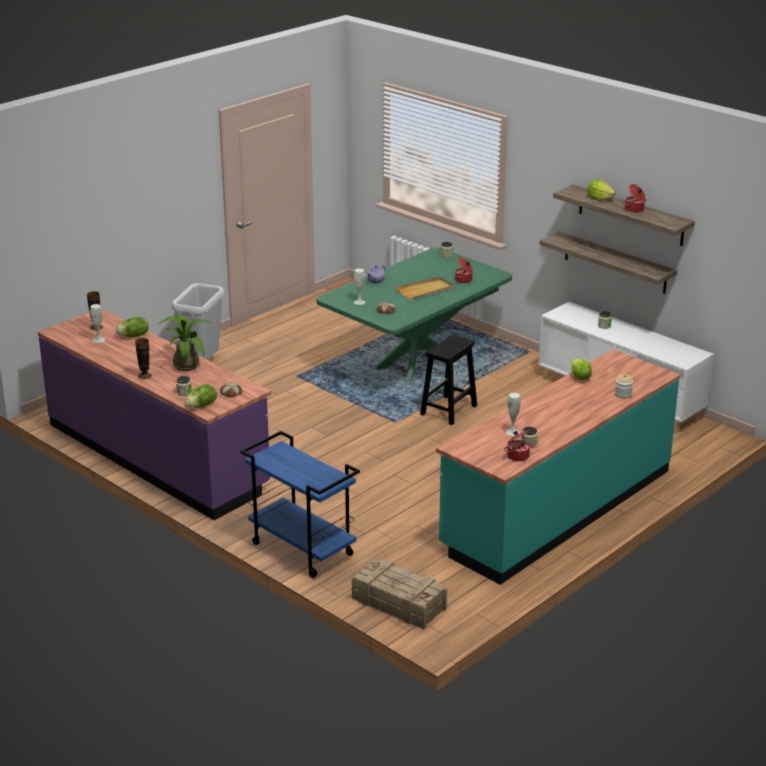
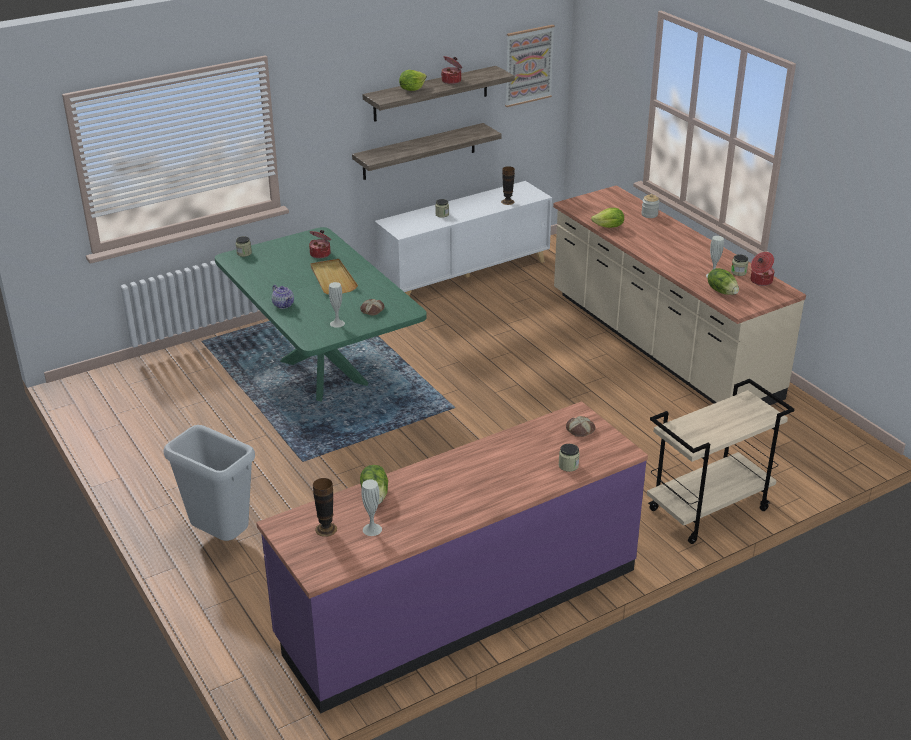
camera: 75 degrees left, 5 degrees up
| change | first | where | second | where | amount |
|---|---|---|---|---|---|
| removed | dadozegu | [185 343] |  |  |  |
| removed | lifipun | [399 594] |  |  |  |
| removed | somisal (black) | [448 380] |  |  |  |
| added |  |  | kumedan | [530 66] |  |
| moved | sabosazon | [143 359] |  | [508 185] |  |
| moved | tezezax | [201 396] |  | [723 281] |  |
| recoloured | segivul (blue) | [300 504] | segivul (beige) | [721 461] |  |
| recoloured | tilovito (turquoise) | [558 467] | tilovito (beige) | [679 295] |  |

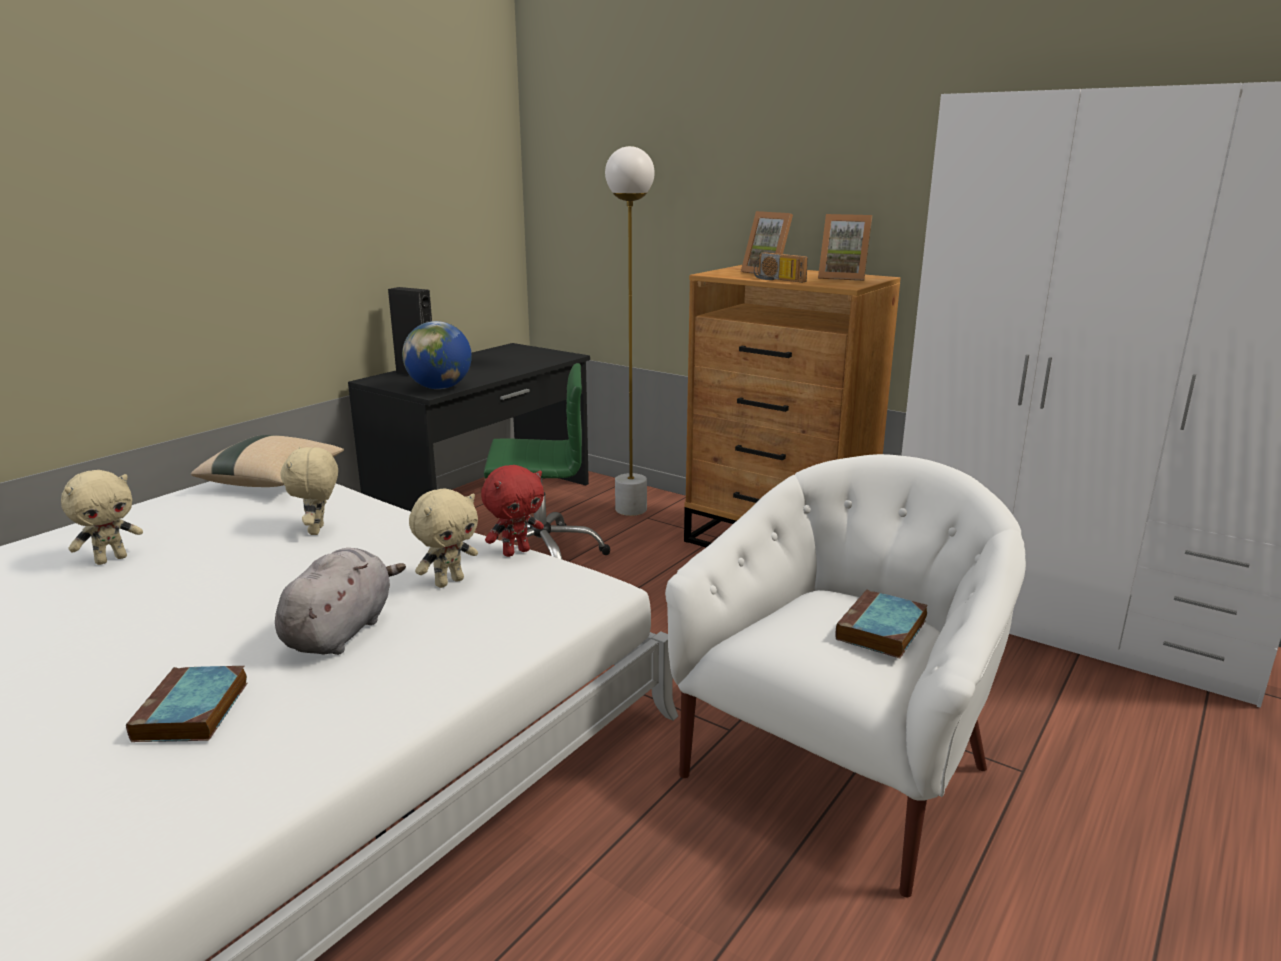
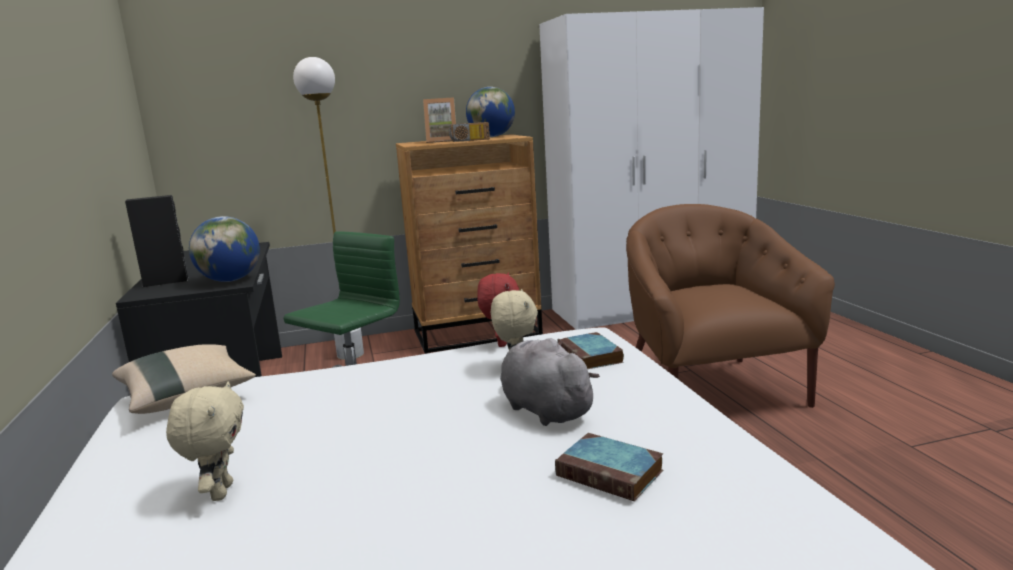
camera: 50 degrees left, 5 degrees down
| change | first | where | second | where | amount |
|---|---|---|---|---|---|
| removed | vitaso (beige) | [309 490] |  |  |  |
| moved | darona | [882 624] |  | [590 350] |  |
| replaced | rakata | [845 247] | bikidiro | [490 112] |  |
| recoloured | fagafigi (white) | [845 675] | fagafigi (brown) | [730 306] |  |

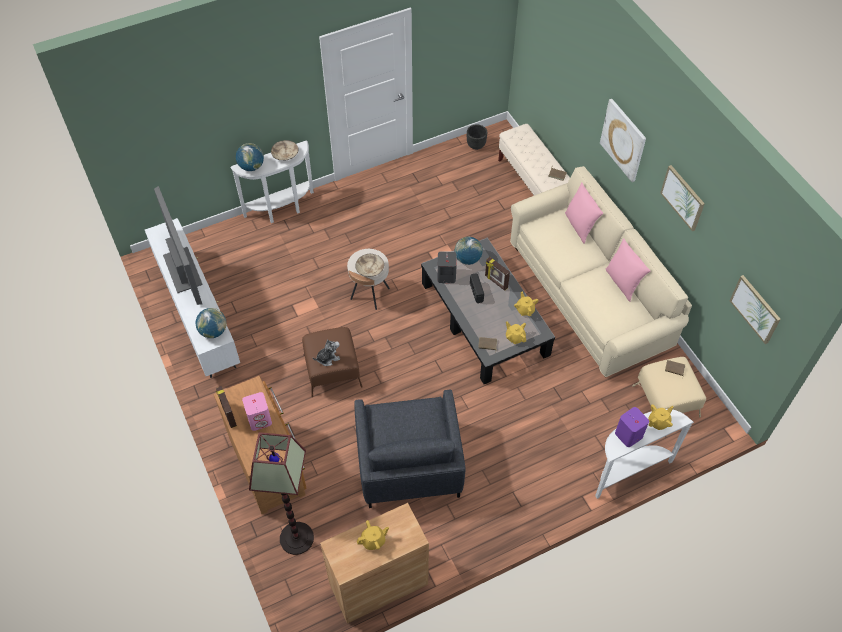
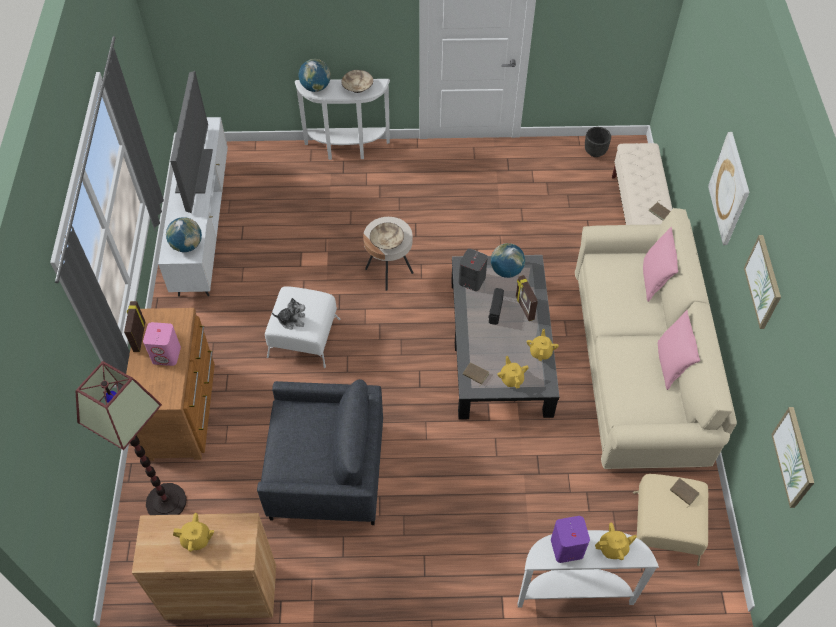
camera: 25 degrees right, 0 degrees up
| change | first | where | second | where | amount |
|---|---|---|---|---|---|
| recoloured | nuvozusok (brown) | [332 362] | nuvozusok (white) | [302 327] |  |
| turned | fagafigi (grey) | [409 449] |  | [320 452] | 105 degrees counterclockwise |

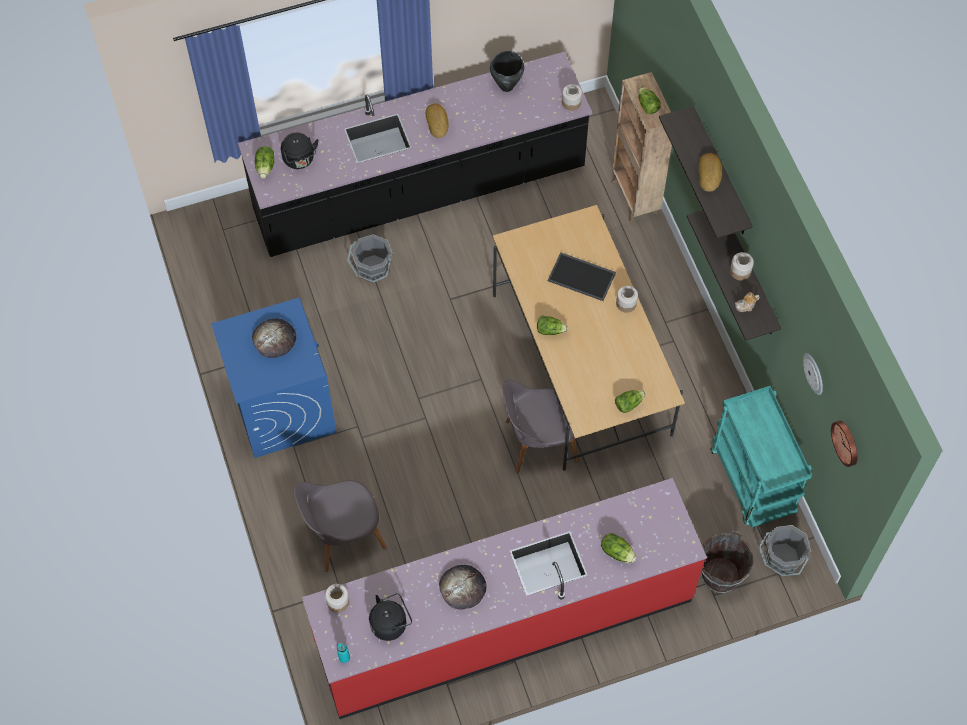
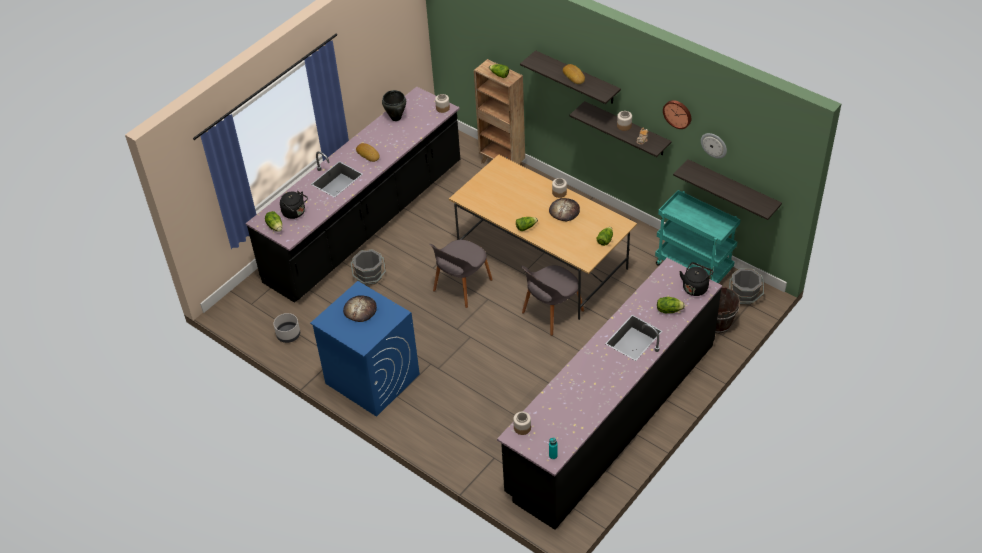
camera: 30 degrees left, 15 degrees down
| change | first | where | second | where | amount |
|---|---|---|---|---|---|
| removed | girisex | [582 276] |  |  |  |
| added |  |  | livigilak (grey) | [286 328] |  |
| added |  |  | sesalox | [727 189] |  |
| moved | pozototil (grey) | [340 526] |  | [461 274] |  |
| moved | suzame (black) | [390 617] |  | [696 279] |  |
| moved | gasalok | [462 587] |  | [564 209] |  |
| moved | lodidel | [844 444] |  | [677 114] |  |
| recoloured | tilovito (red) | [504 598] | tilovito (black) | [609 394] |  |

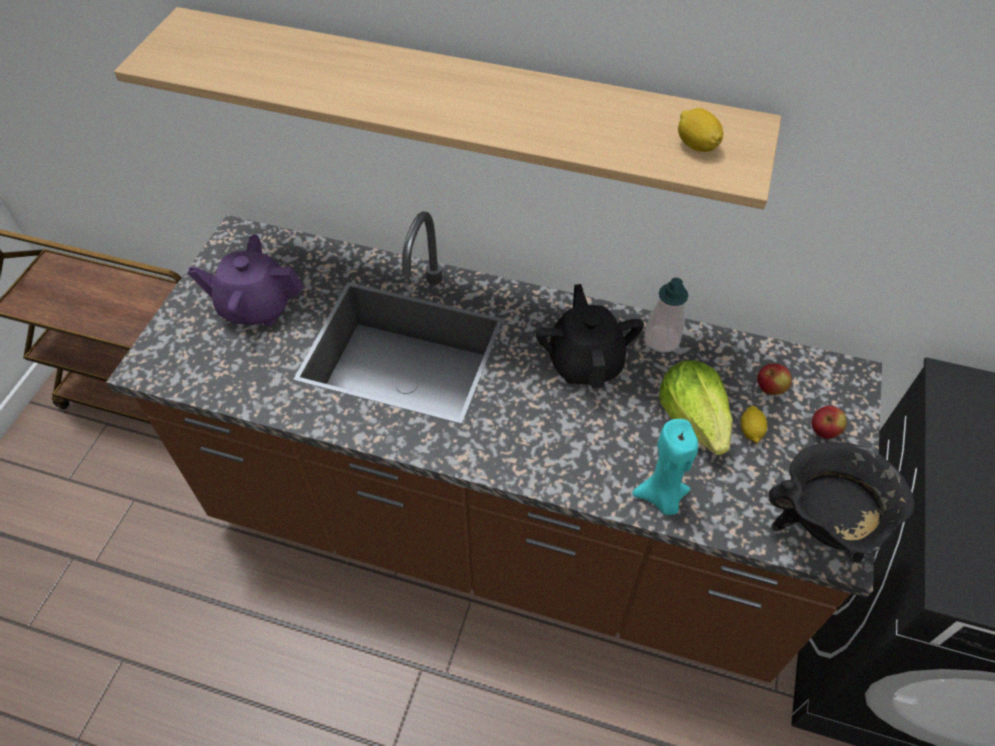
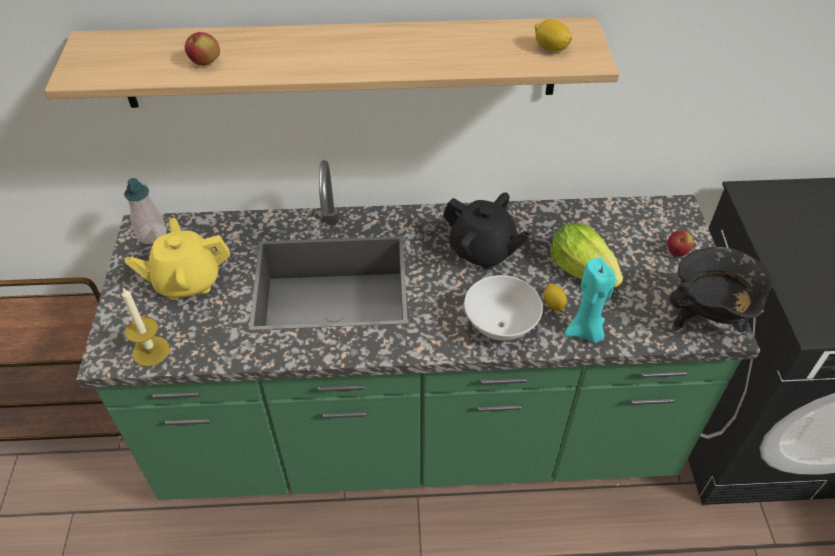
camera: 20 degrees left, 5 degrees down
| change | first | where | second | where | amount |
|---|---|---|---|---|---|
| added |  |  | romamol | [146 327] |  |
| added |  |  | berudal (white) | [503 308] |  |
| moved | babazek | [666 315] |  | [145 211] |  |
| moved | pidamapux | [754 424] |  | [555 297] |  |
| moved | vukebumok | [774 379] |  | [202 49] |  |
| recoloured | tilovito (brown) | [494 447] | tilovito (green) | [418 330] |  |
| recoloured | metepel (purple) | [245 280] | metepel (yellow) | [177 259] |  |
| turned | metepel (black) | [590 336] |  | [487 231] | 150 degrees clockwise |

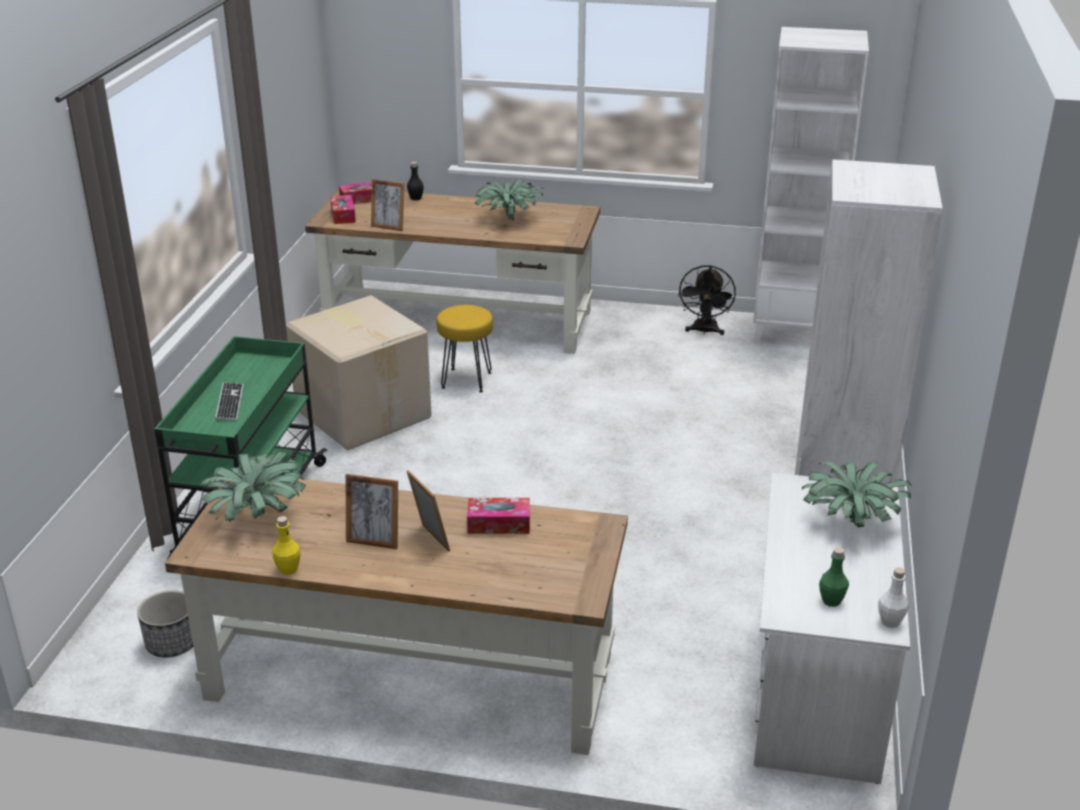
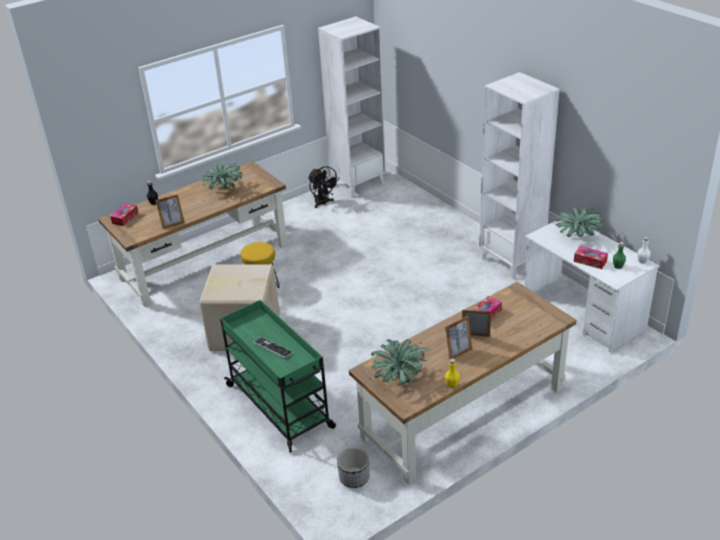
camera: 45 degrees left, 5 degrees up
| change | first | where | second | where | amount |
|---|---|---|---|---|---|
| moved | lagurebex | [343 209] |  | [591 257] |  |

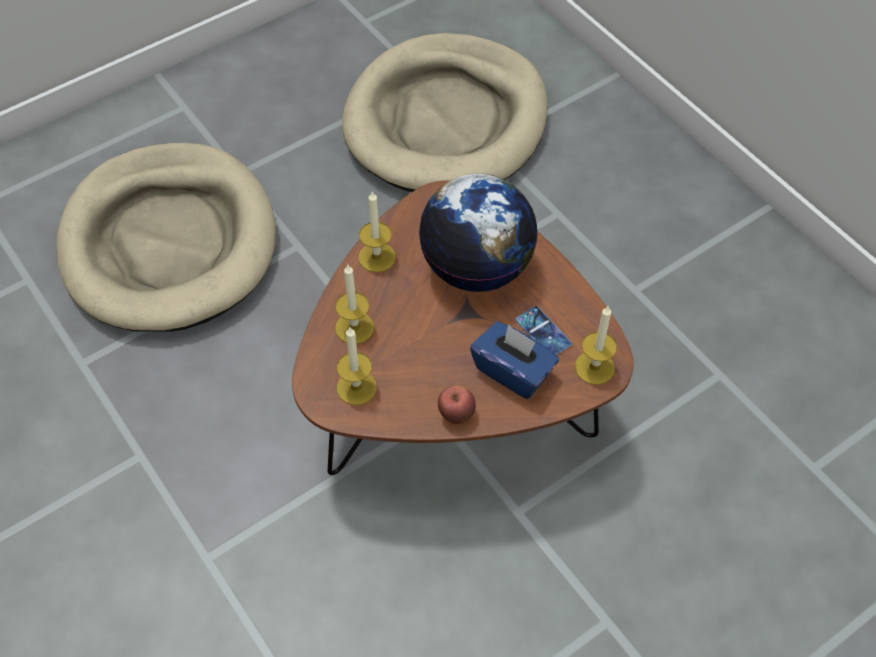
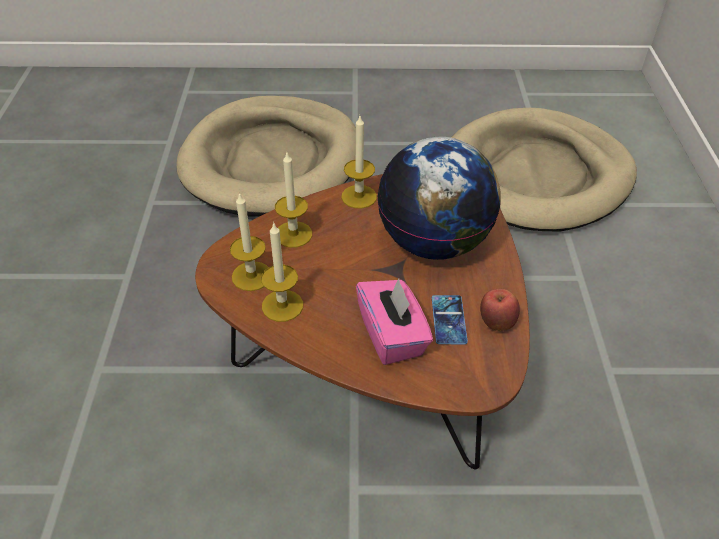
camera: 35 degrees right, 10 degrees down
| change | first | where | second | where | amount |
|---|---|---|---|---|---|
| moved | vukebumok | [457 404] |  | [500 310] |  |
| moved | romamol | [596 345] |  | [282 272] |  |
| recoloured | lagurebex (blue) | [514 360] | lagurebex (pink) | [394 321] |  |

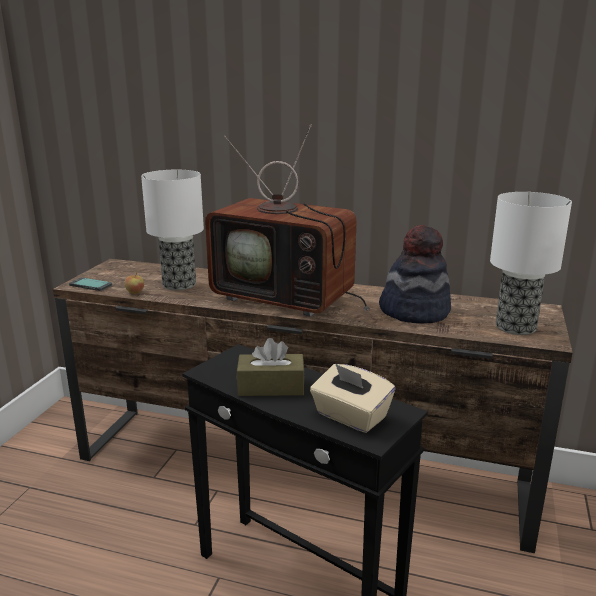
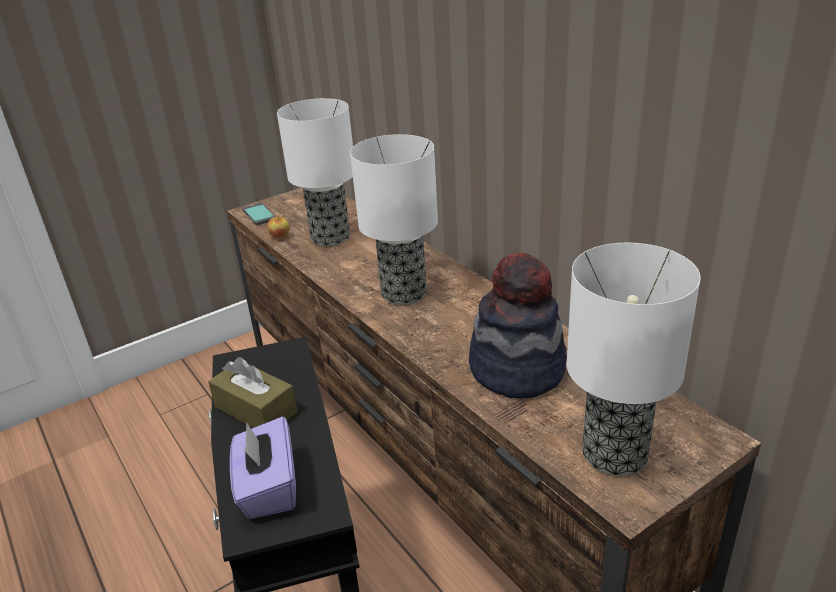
camera: 40 degrees right, 10 degrees up
| change | first | where | second | where | amount |
|---|---|---|---|---|---|
| replaced | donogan | [287 220] | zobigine | [394 219] |  |
| recoloured | lagurebex (beige) | [352 398] | lagurebex (purple) | [263 467] |  |

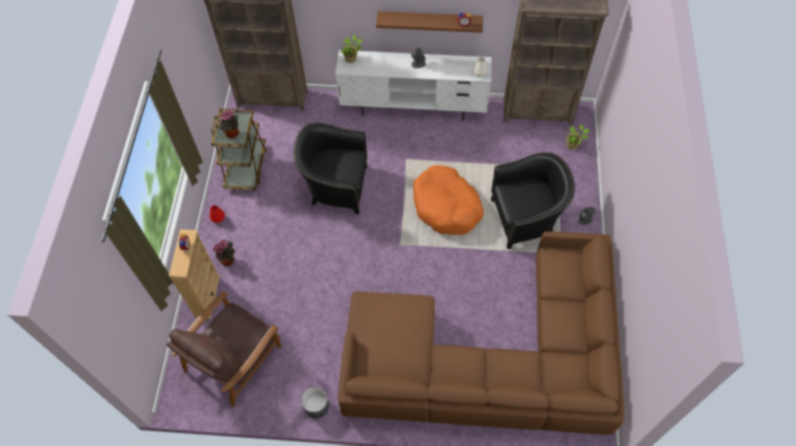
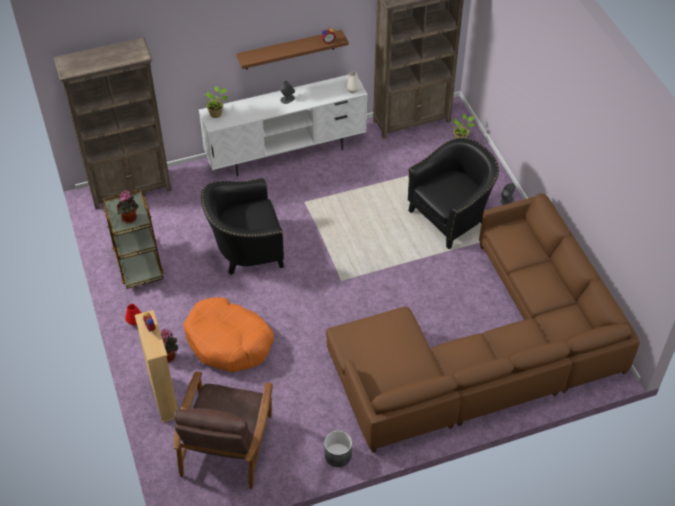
camera: 25 degrees left, 10 degrees down
| change | first | where | second | where | amount |
|---|---|---|---|---|---|
| moved | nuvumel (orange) | [448 200] |  | [228 334] |  |

